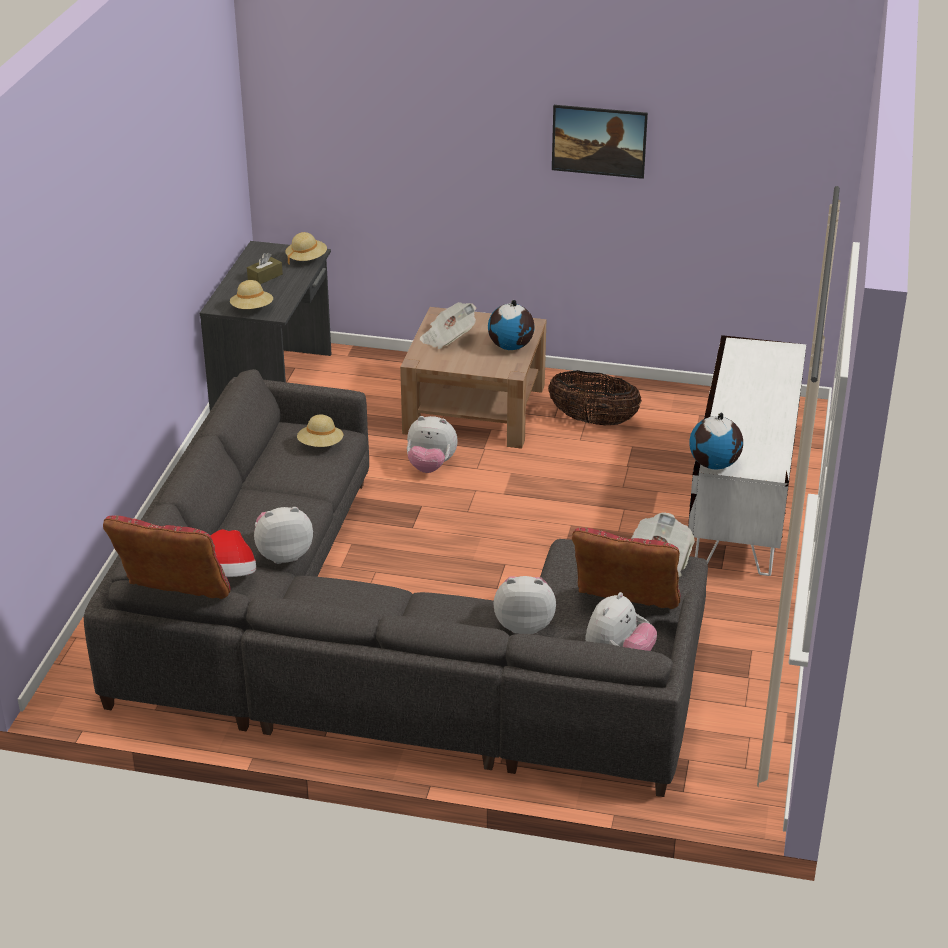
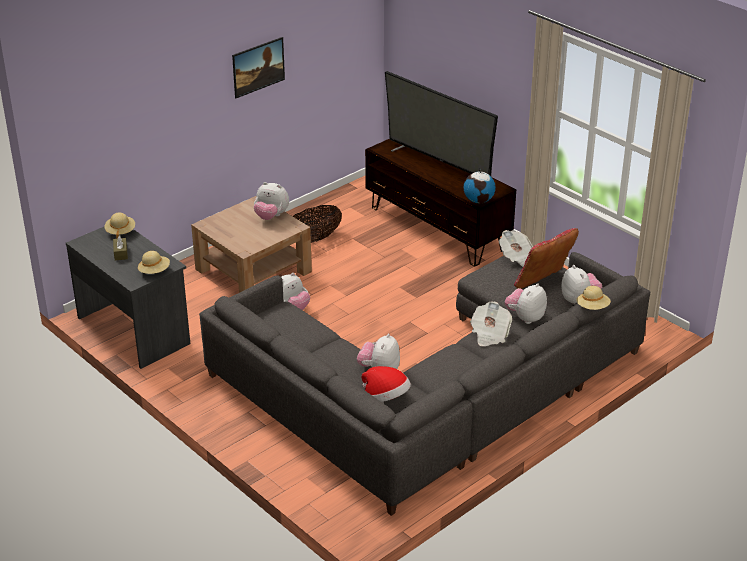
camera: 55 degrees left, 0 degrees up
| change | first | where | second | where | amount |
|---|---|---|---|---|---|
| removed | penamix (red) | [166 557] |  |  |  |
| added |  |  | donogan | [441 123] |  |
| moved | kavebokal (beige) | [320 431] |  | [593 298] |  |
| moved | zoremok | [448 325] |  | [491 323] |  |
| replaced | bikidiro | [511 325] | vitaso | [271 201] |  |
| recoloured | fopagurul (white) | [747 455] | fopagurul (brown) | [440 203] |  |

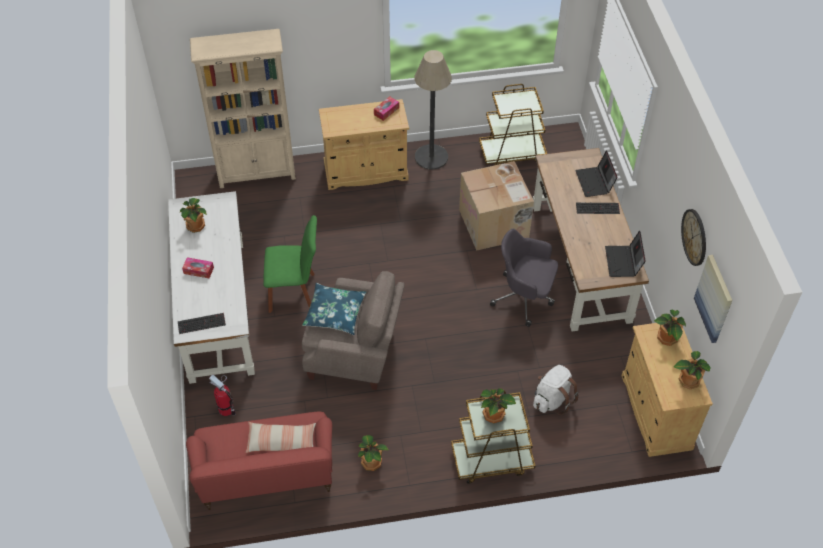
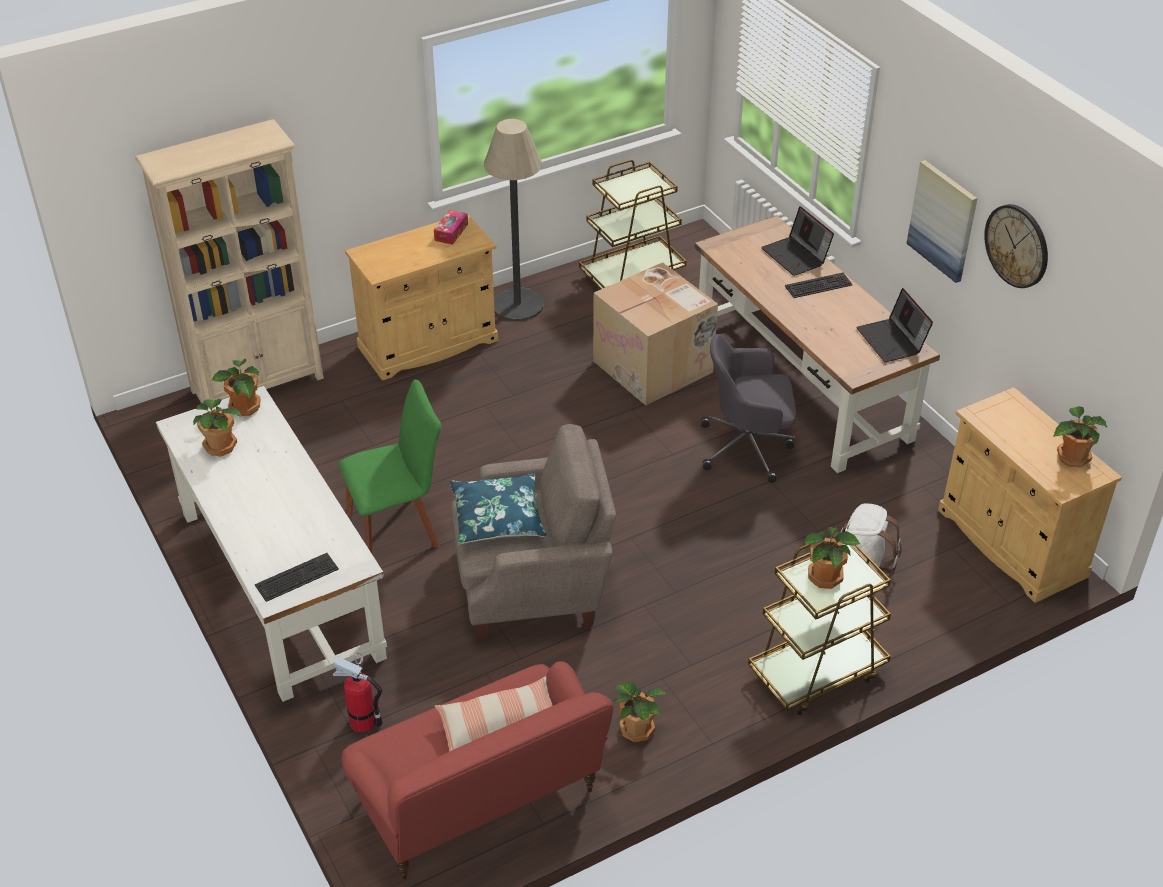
camera: 20 degrees left, 10 degrees down
| change | first | where | second | where | amount |
|---|---|---|---|---|---|
| removed | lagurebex | [198 267] |  |  |  |
| moved | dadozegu | [670 327] |  | [236 387] |  |
| moved | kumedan | [713 299] |  | [941 221] |  |

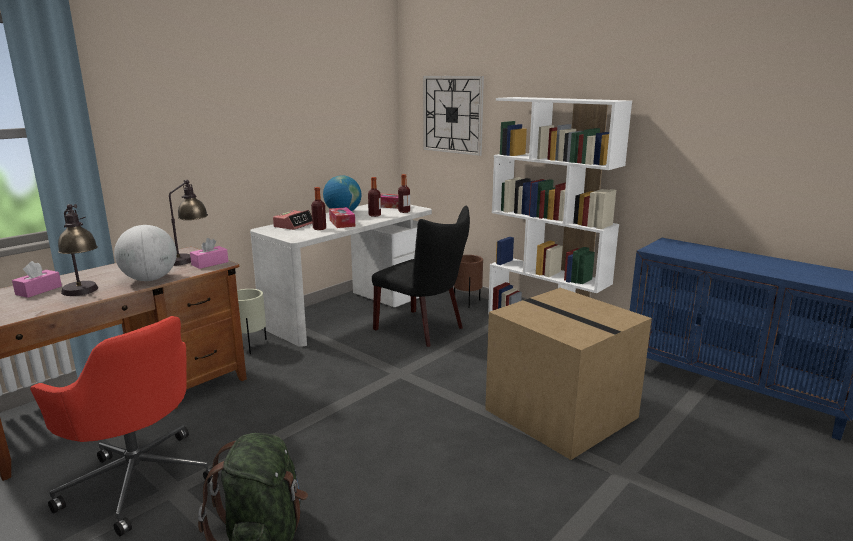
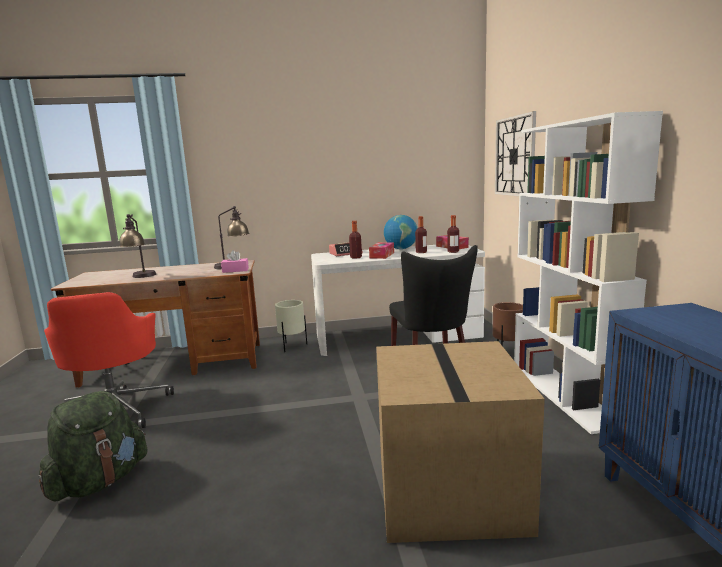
camera: 40 degrees right, 5 degrees down
| change | first | where | second | where | amount |
|---|---|---|---|---|---|
| removed | lagurebex (pink) | [37 279] |  |  |  |
| removed | bikidiro | [145 253] |  |  |  |

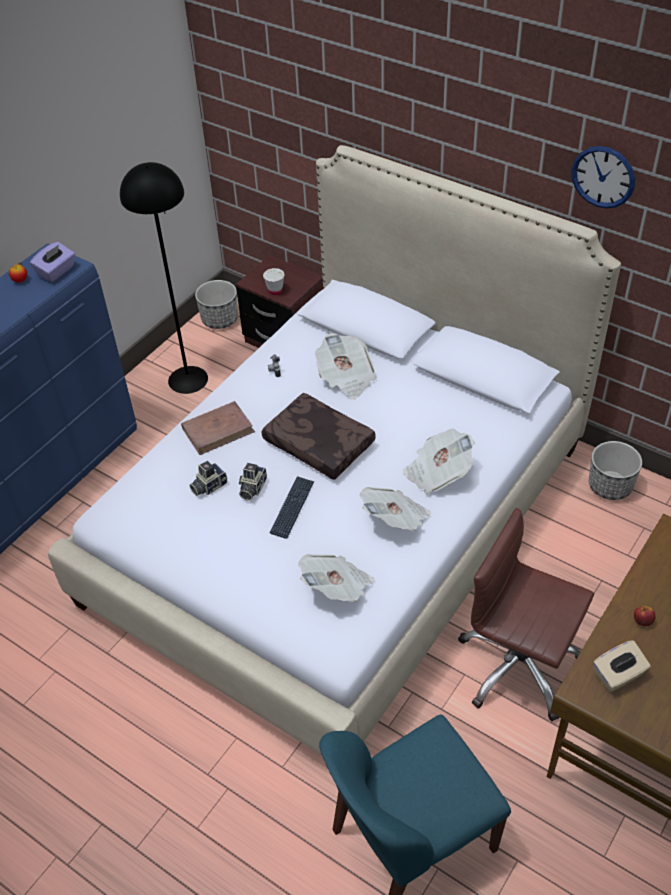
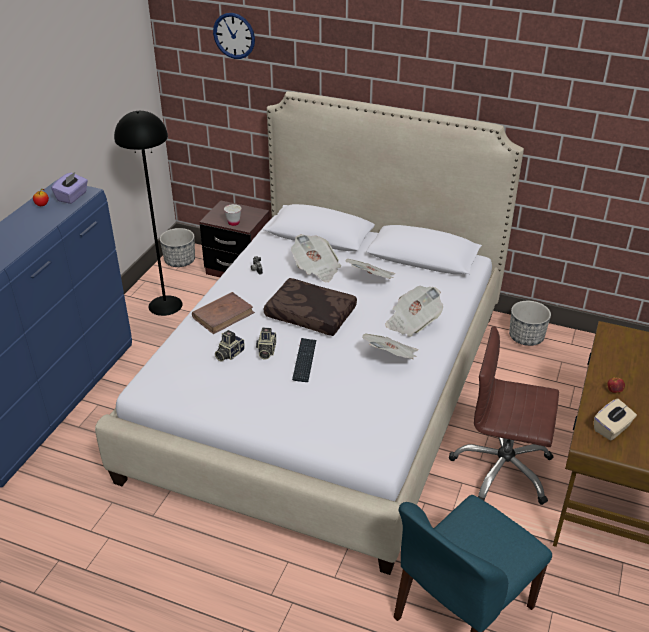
camera: 15 degrees left, 10 degrees down
| change | first | where | second | where | amount |
|---|---|---|---|---|---|
| moved | zoremok | [336 578] |  | [370 269] |  |
| moved | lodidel | [603 177] |  | [234 36] |  |

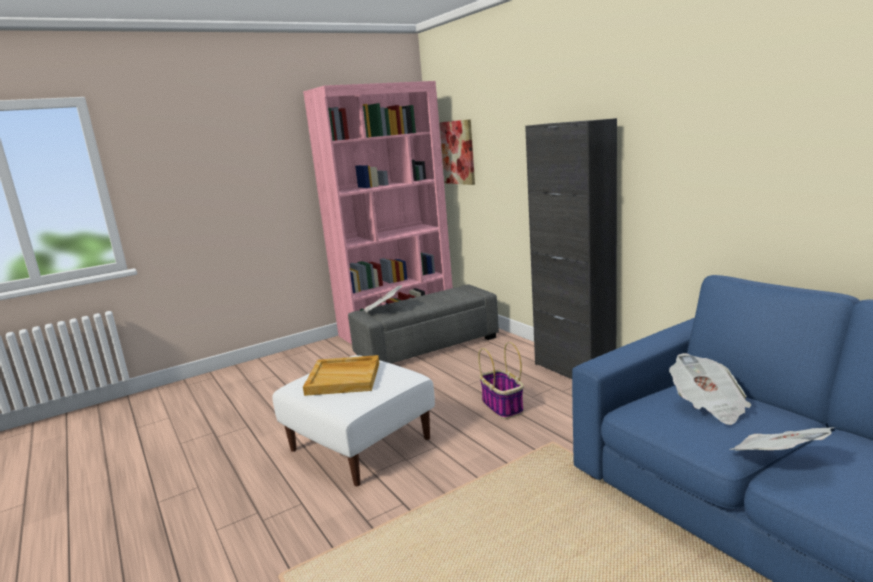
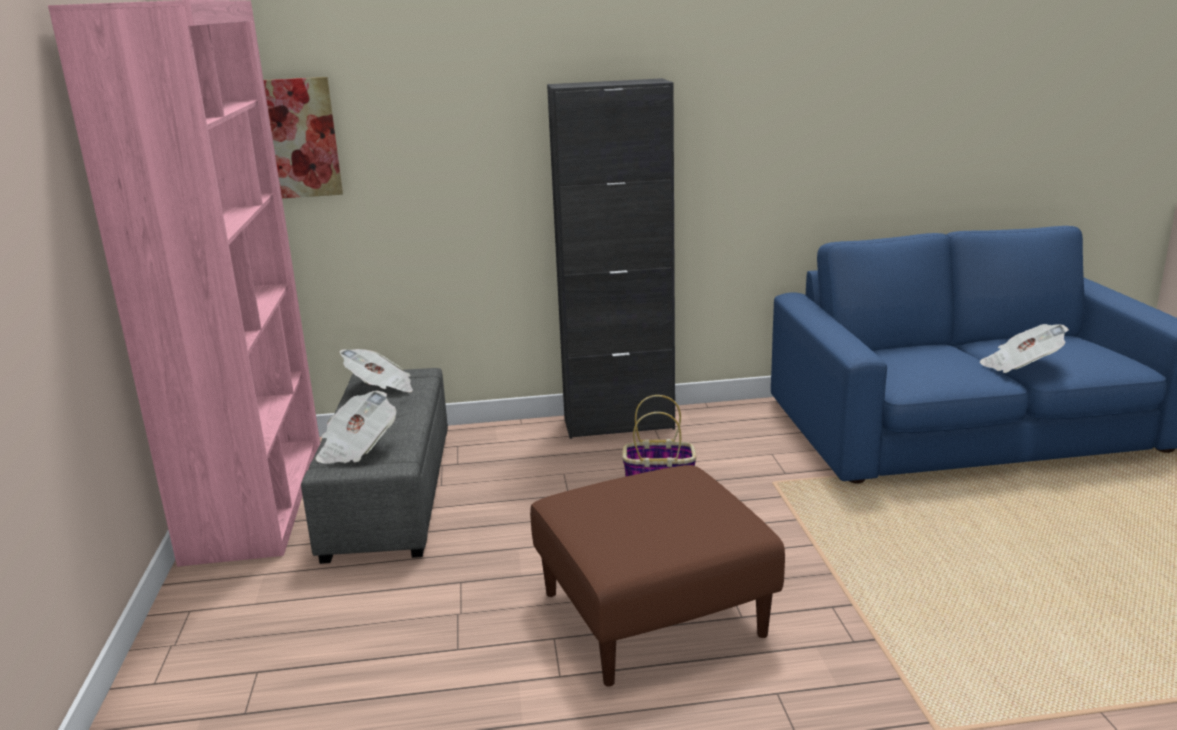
camera: 65 degrees left, 5 degrees up
| change | first | where | second | where | amount |
|---|---|---|---|---|---|
| removed | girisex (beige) | [341 375] |  |  |  |
| moved | zoremok | [710 389] |  | [376 370] |  |
| recoloured | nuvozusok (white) | [353 420] | nuvozusok (brown) | [657 576] |  |

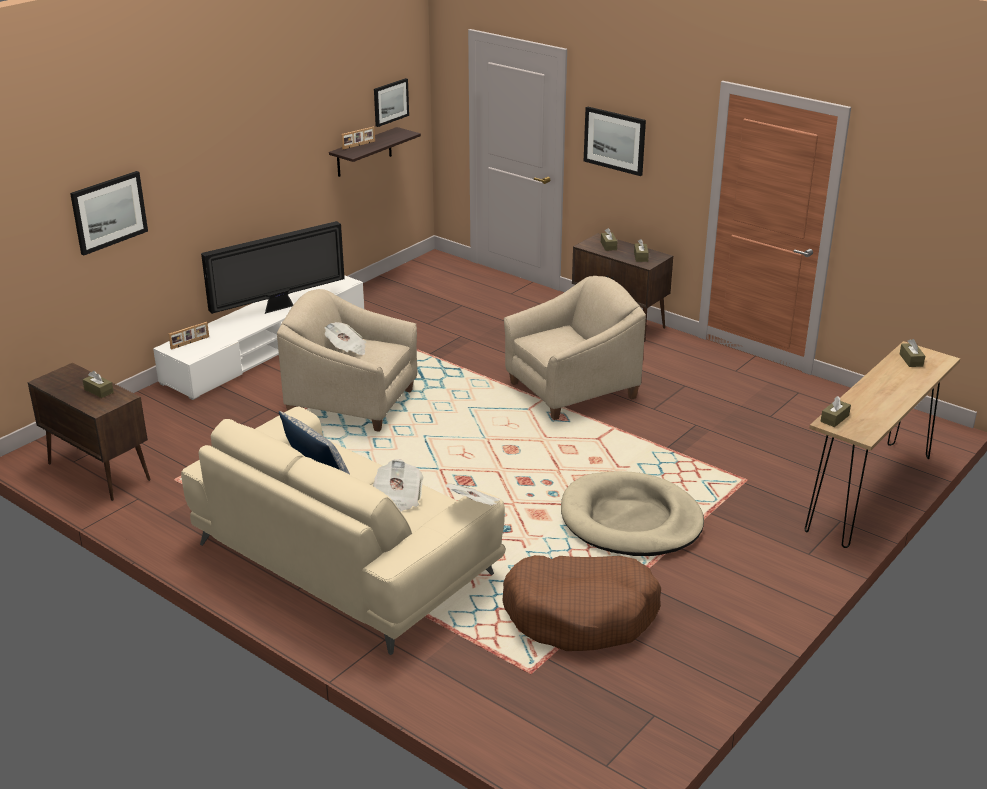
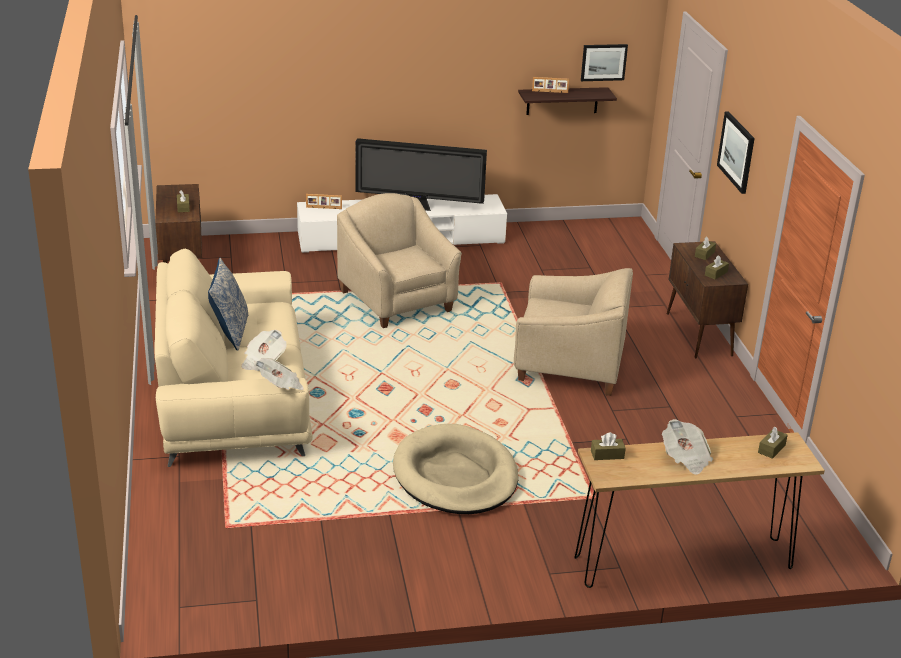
camera: 40 degrees right, 0 degrees up
| change | first | where | second | where | amount |
|---|---|---|---|---|---|
| removed | kumedan | [109 213] |  |  |  |
| removed | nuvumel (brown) | [581 603] |  |  |  |
| moved | zoremok | [345 338] |  | [687 447] |  |

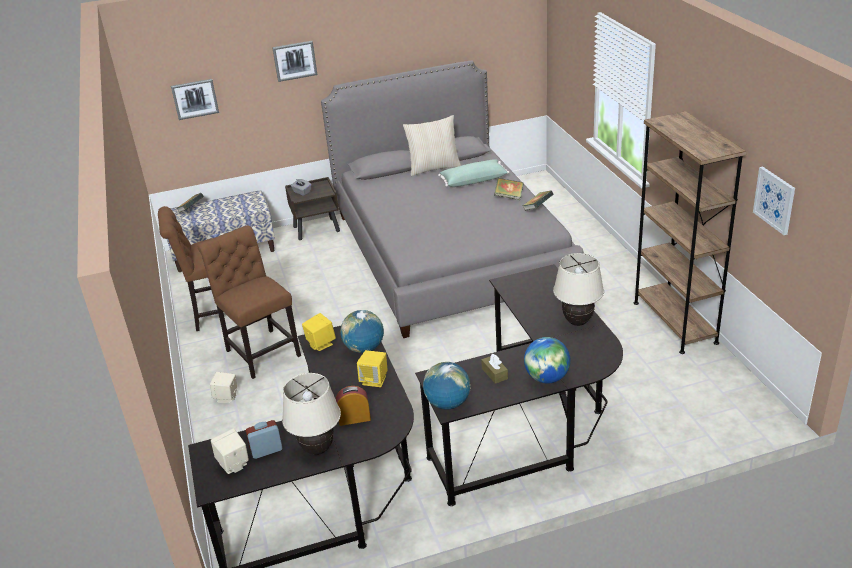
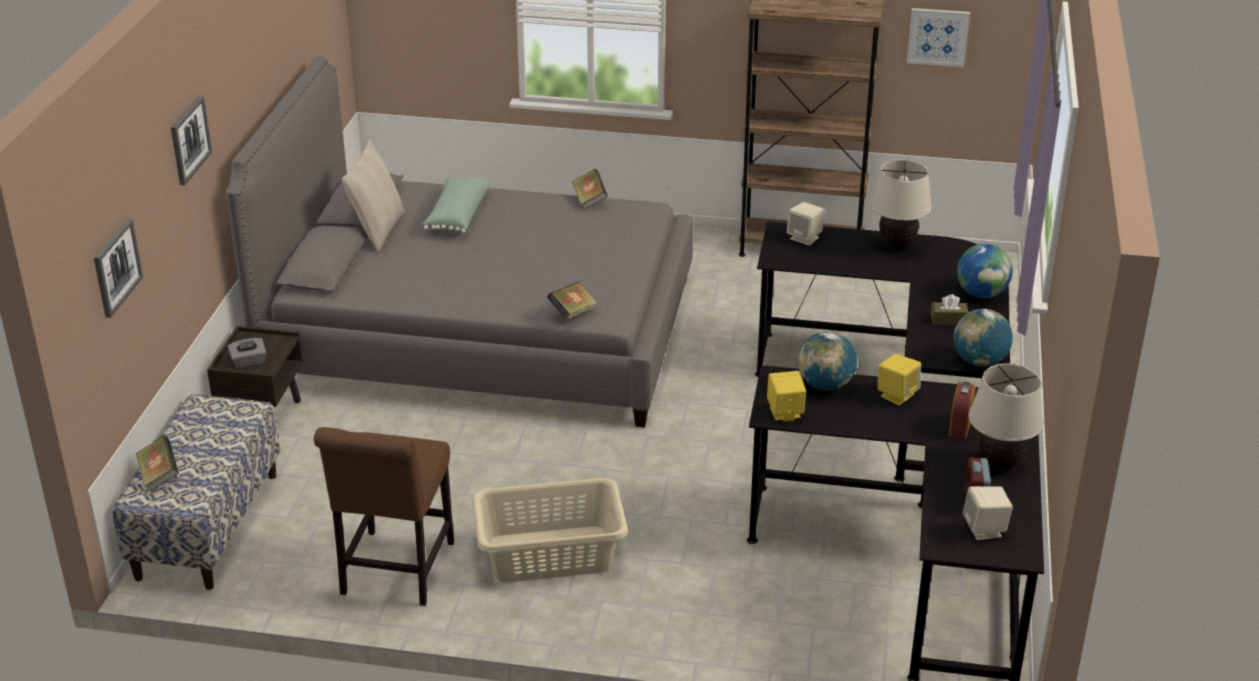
camera: 65 degrees left, 0 degrees up
| change | first | where | second | where | amount |
|---|---|---|---|---|---|
| moved | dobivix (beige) | [223 387] |  | [806 224] |  |
| moved | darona | [509 189] |  | [572 301] |  |
| replaced | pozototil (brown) | [249 302] | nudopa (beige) | [550 530] |  |

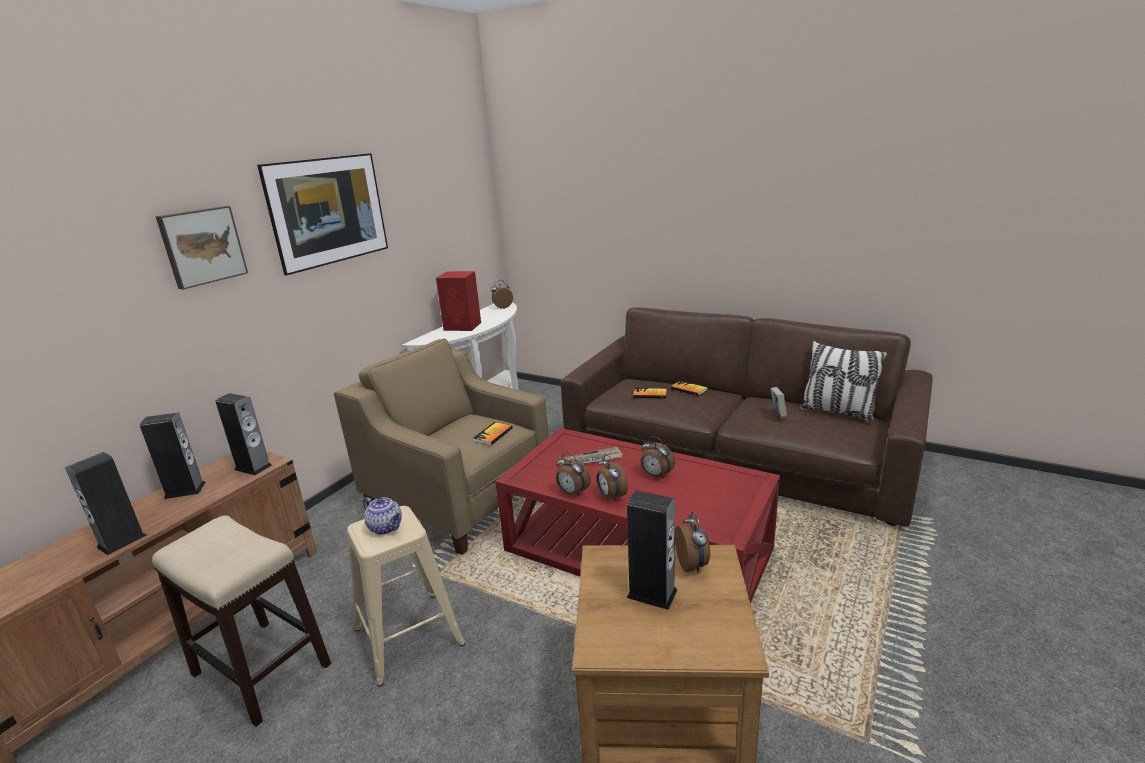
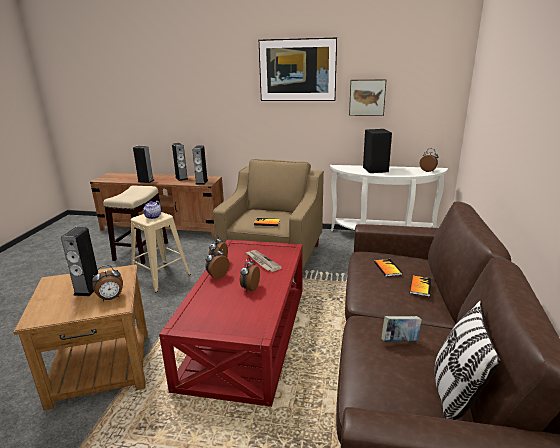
camera: 70 degrees right, 0 degrees up
| change | first | where | second | where | amount |
|---|---|---|---|---|---|
| moved | kumedan | [202 247] |  | [367 97] |  |
| recoloured | dobivix (red) | [458 301] | dobivix (black) | [377 151] |  |

